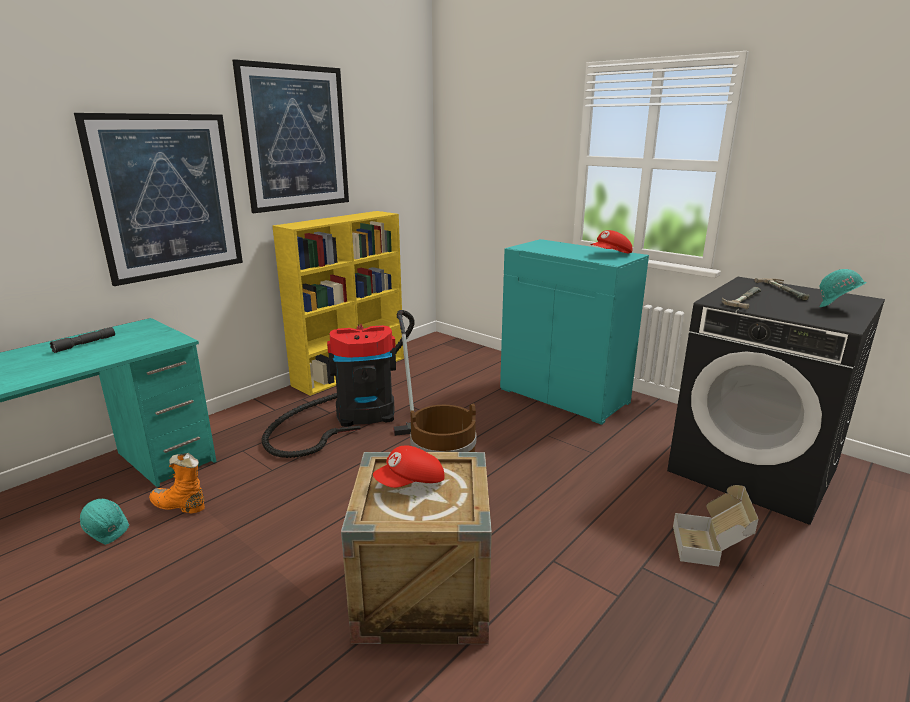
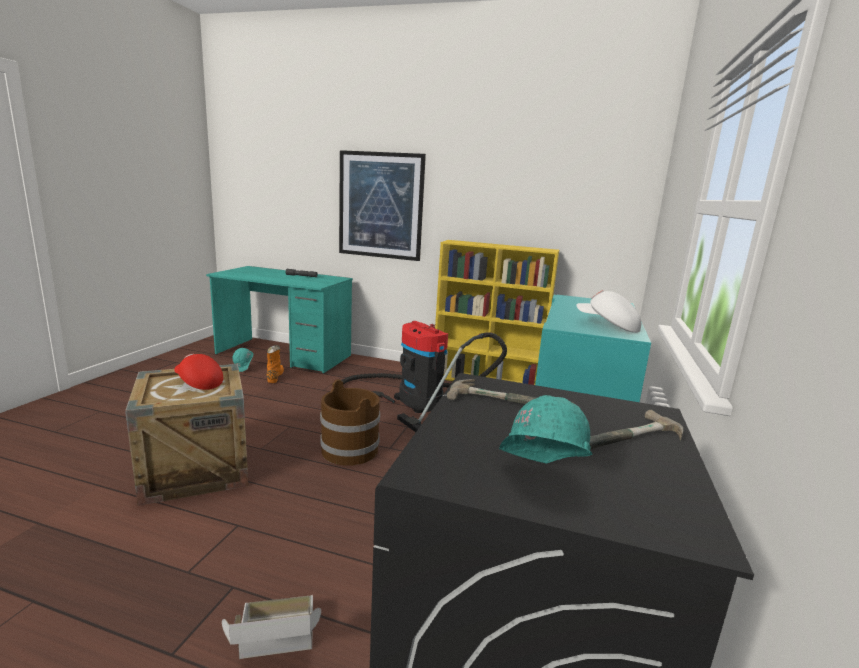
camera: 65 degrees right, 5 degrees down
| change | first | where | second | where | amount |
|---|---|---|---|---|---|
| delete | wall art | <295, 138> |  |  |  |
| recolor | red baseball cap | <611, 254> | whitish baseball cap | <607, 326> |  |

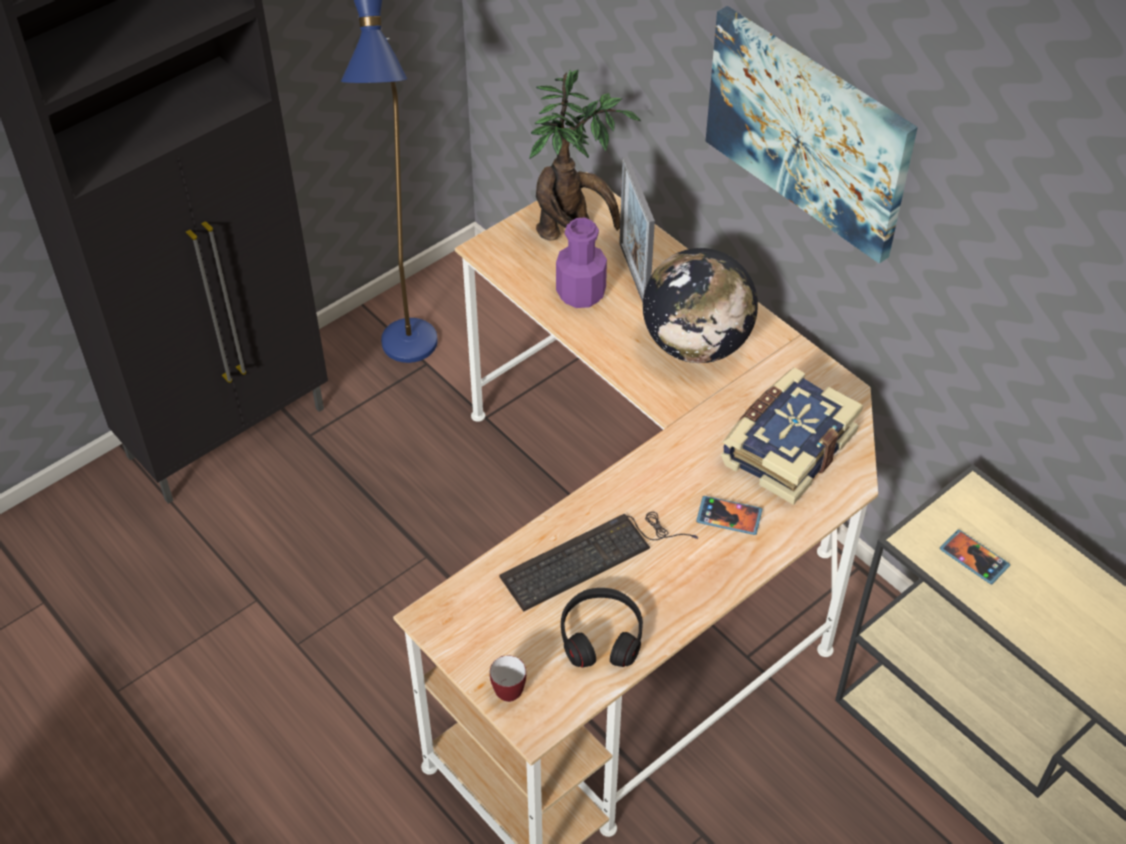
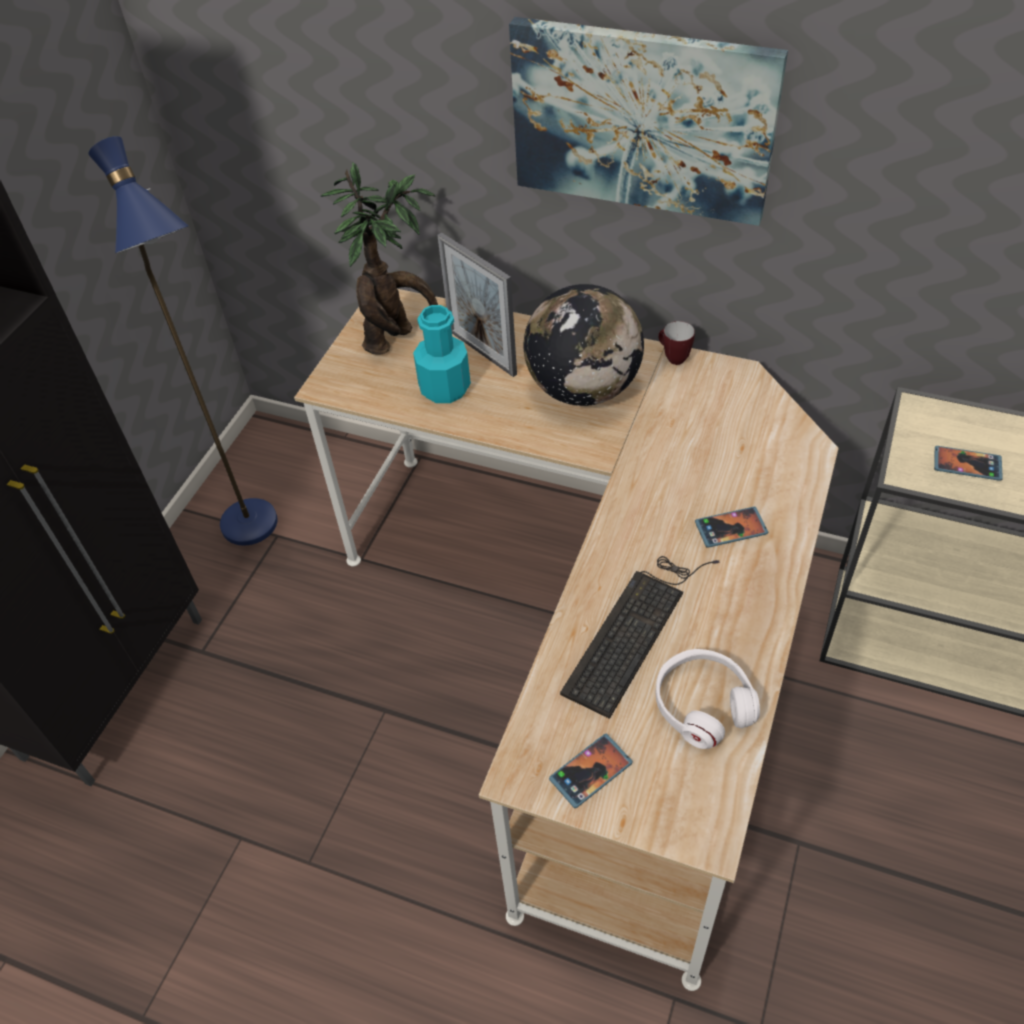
camera: 25 degrees left, 0 degrees up
| change | first | where | second | where | amount |
|---|---|---|---|---|---|
| move | tea mug | <507, 689> |  | <672, 358> |  |
| recolor | purplish beverage bottle | <581, 293> | blue-green beverage bottle | <445, 388> |  |
| recolor | black headphones | <601, 635> | whitish headphones | <702, 703> |  |
| delete | book | <786, 447> |  |  |  |
| insert |  |  | phone | <591, 772> |  |

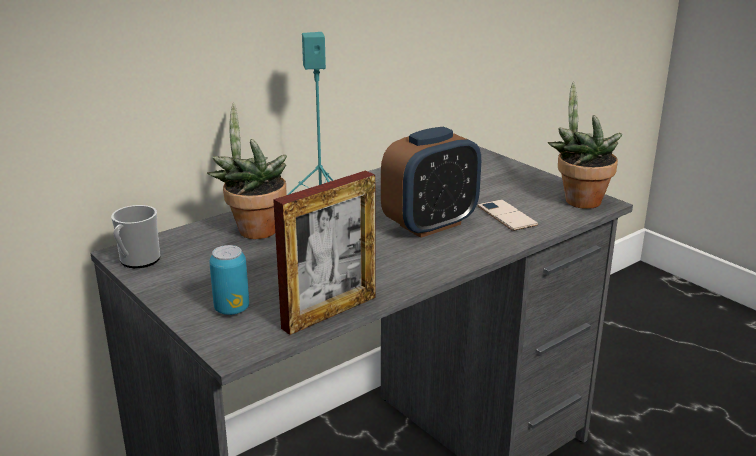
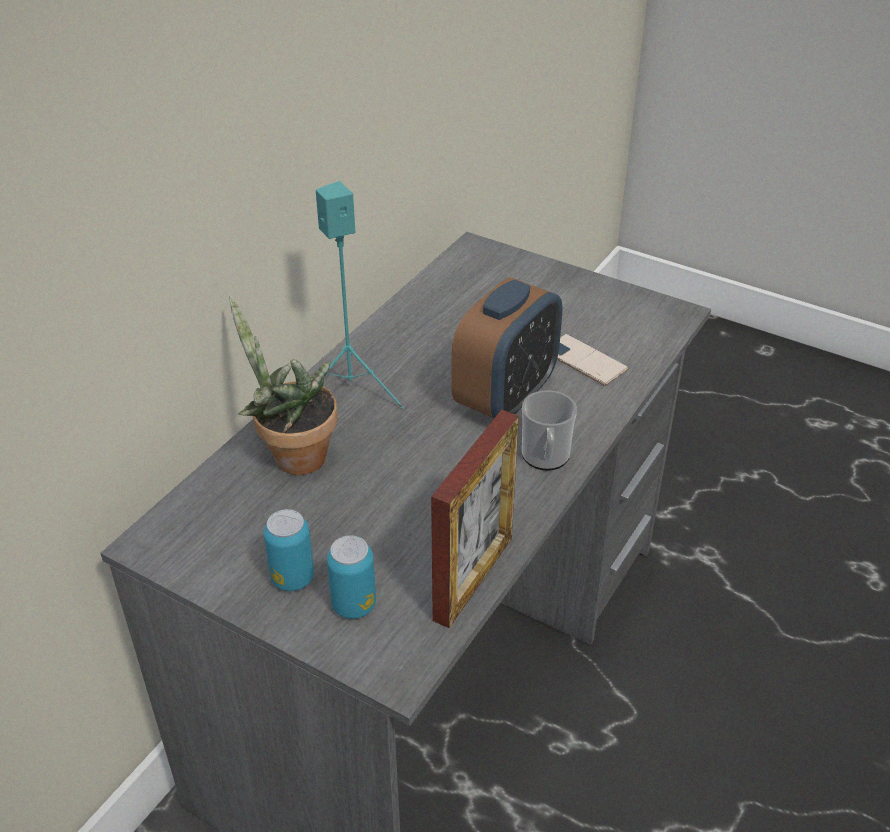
camera: 20 degrees left, 15 degrees up
| change | first | where | second | where | amount |
|---|---|---|---|---|---|
| move | tea mug | <137, 261> |  | <545, 458> |  |
| delete | potted plant | <578, 199> |  |  |  |
| insert |  |  | can | <292, 578> |  |

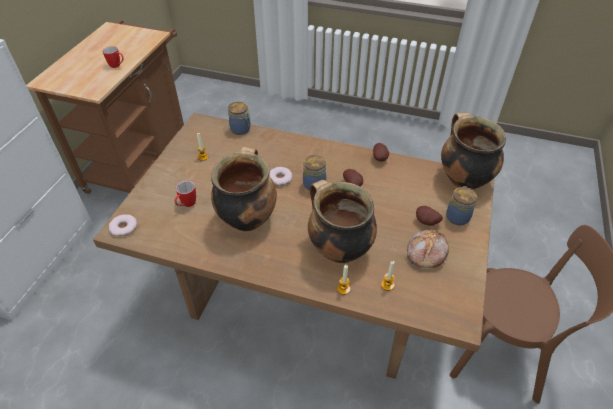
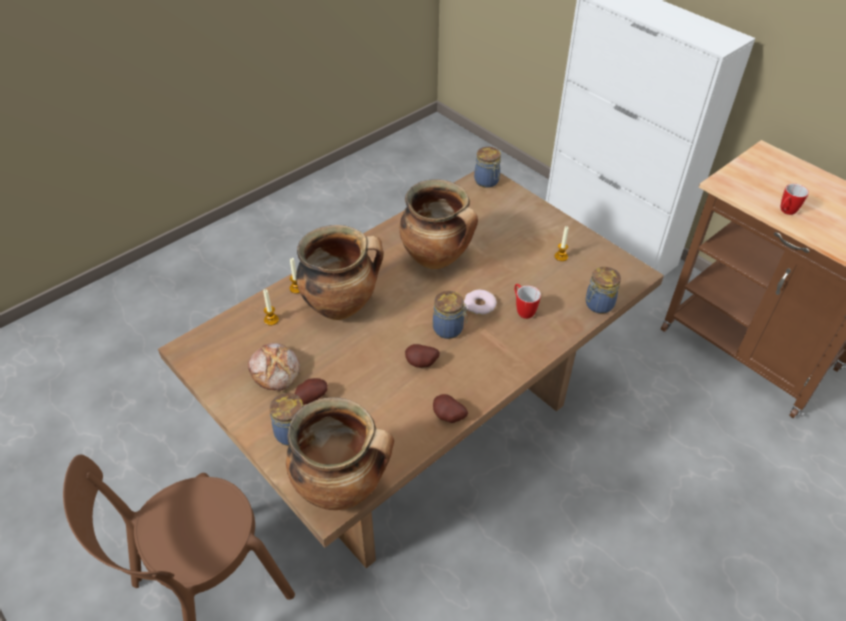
camera: 120 degrees right, 0 degrees up
| change | first | where | second | where | amount |
|---|---|---|---|---|---|
| replace | ring doughnut | <123, 227> | jar | <487, 181> |  |
| move | tea mug | <186, 205> |  | <522, 310> |  |

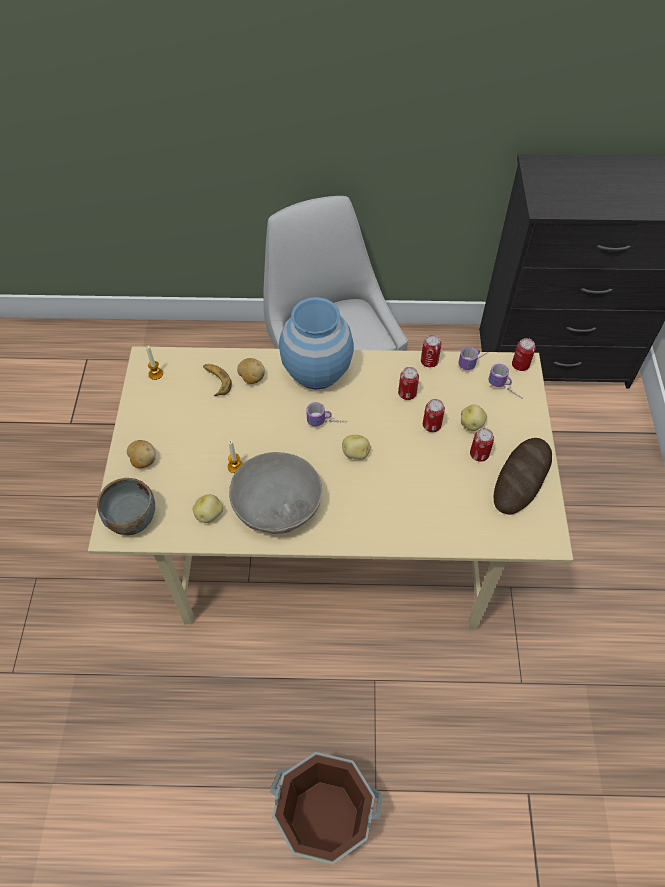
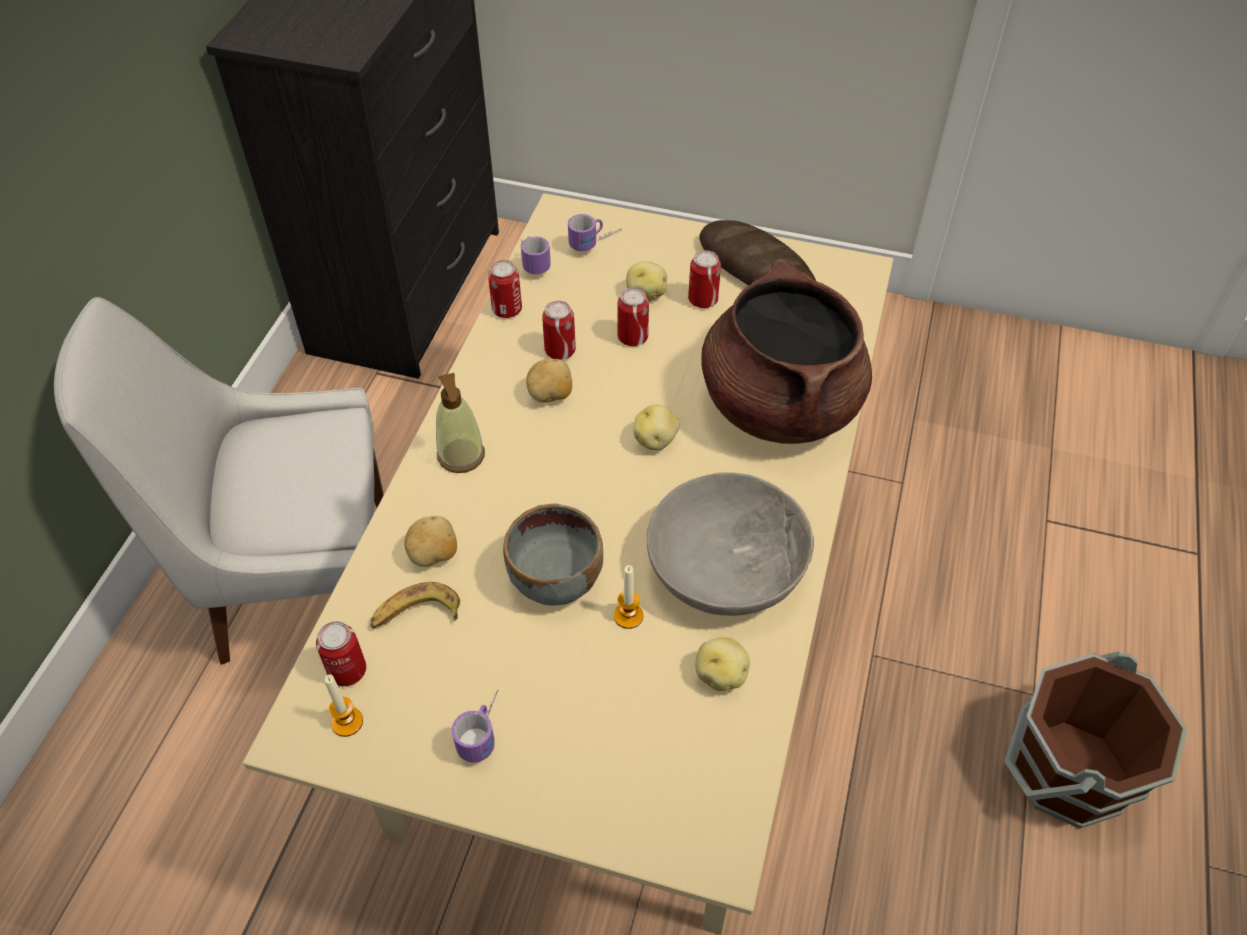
camera: 75 degrees left, 5 degrees down
| change | first | where | second | where | amount |
|---|---|---|---|---|---|
| move | grey serving bowl | <131, 518> |  | <555, 580> |  |
| move | spud | <143, 461> |  | <550, 395> |  |
| replace | blue-coloured decorative vase | <316, 371> | soap bottle | <461, 456> |  |
| move | tea mug | <327, 423> |  | <484, 729> |  |
| move | can | <520, 365> |  | <347, 671> |  |
| insert |  |  | brown-coloured saucepot | <779, 404> |  |

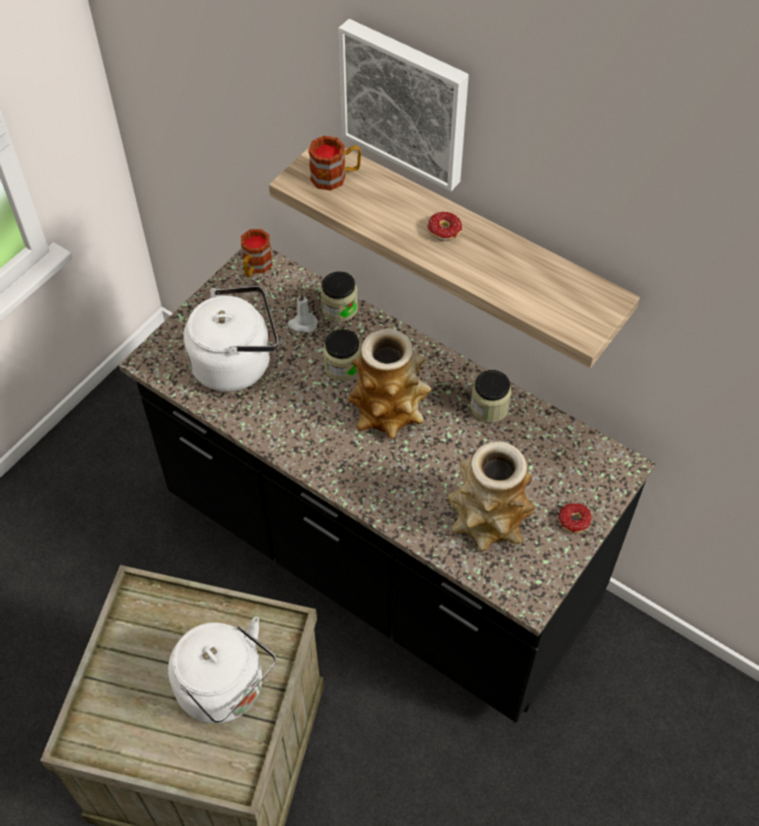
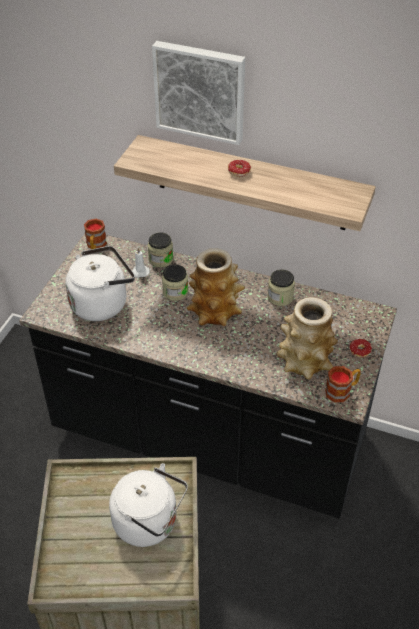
camera: 15 degrees left, 10 degrees down
| change | first | where | second | where | amount |
|---|---|---|---|---|---|
| move | tea mug | <336, 176> |  | <342, 391> |  |

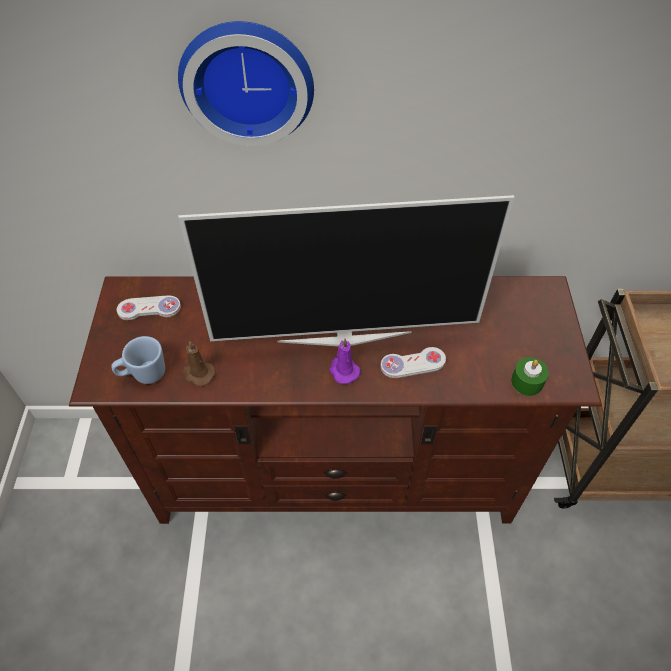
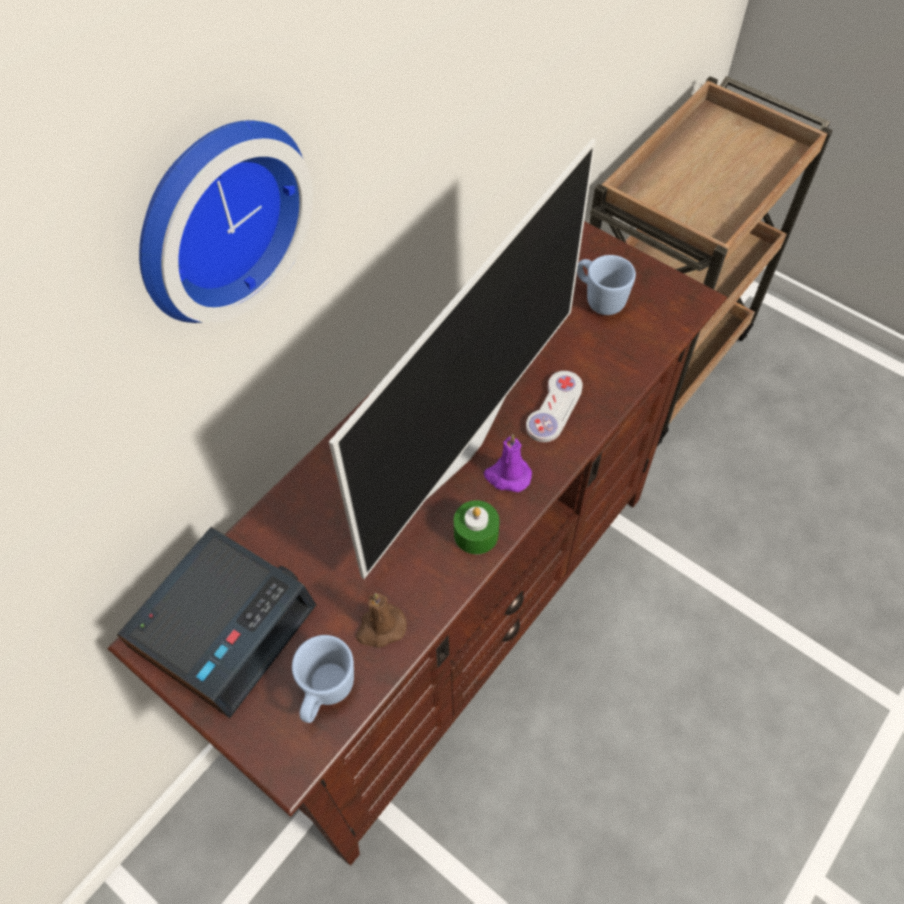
camera: 50 degrees left, 5 degrees up
| change | first | where | second | where | amount |
|---|---|---|---|---|---|
| replace | whitish game controller | <149, 309> | bedside clock | <223, 624> |  |
| move | greenish candle | <527, 382> |  | <476, 534> |  |
| insert |  |  | blue-coloured tea mug | <599, 299> |  |

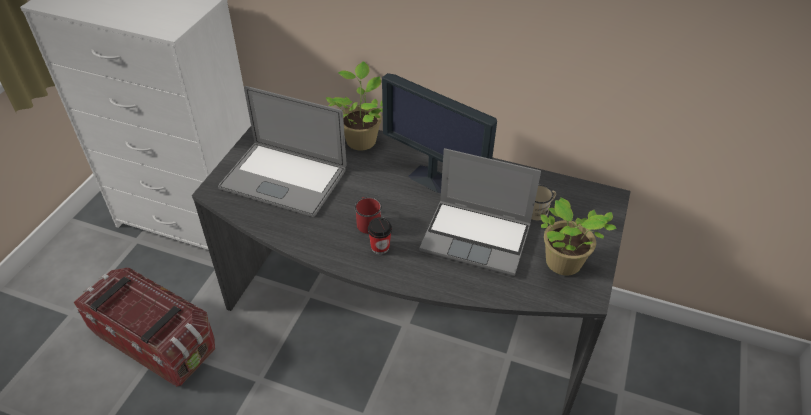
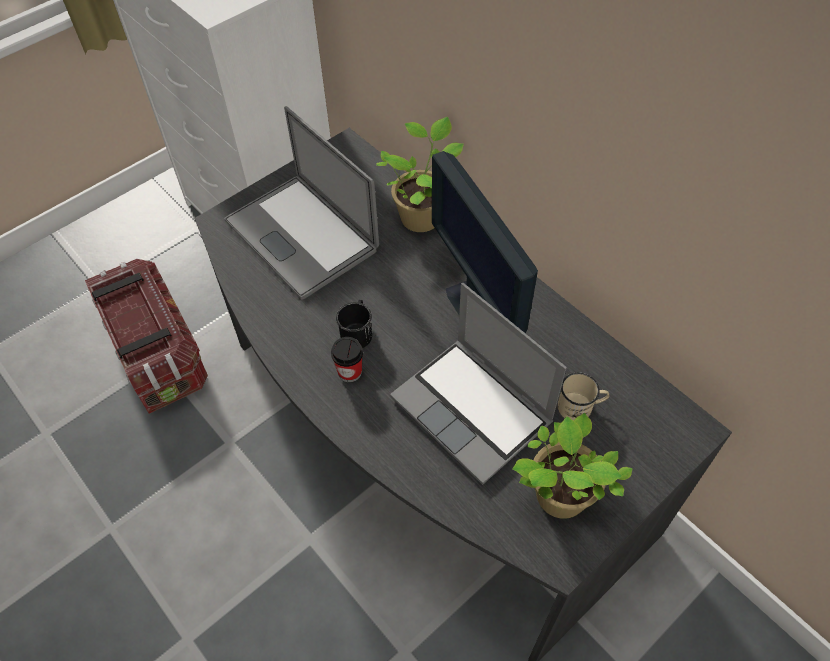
camera: 30 degrees right, 10 degrees up
| change | first | where | second | where | amount |
|---|---|---|---|---|---|
| recolor | red tea mug | <367, 222> | black tea mug | <357, 332> |  |

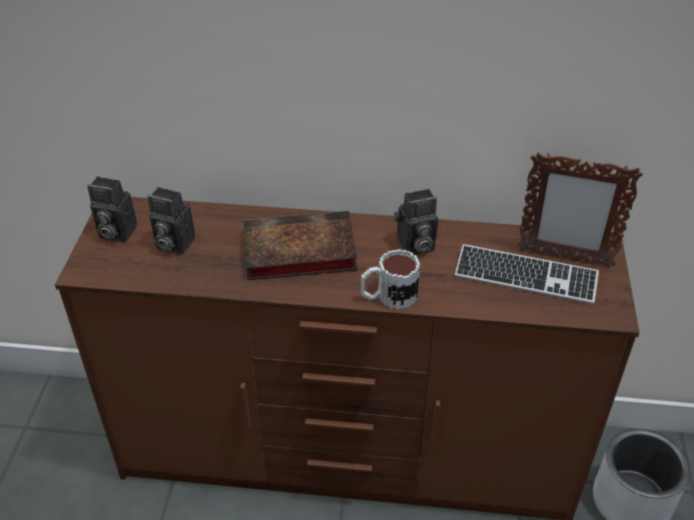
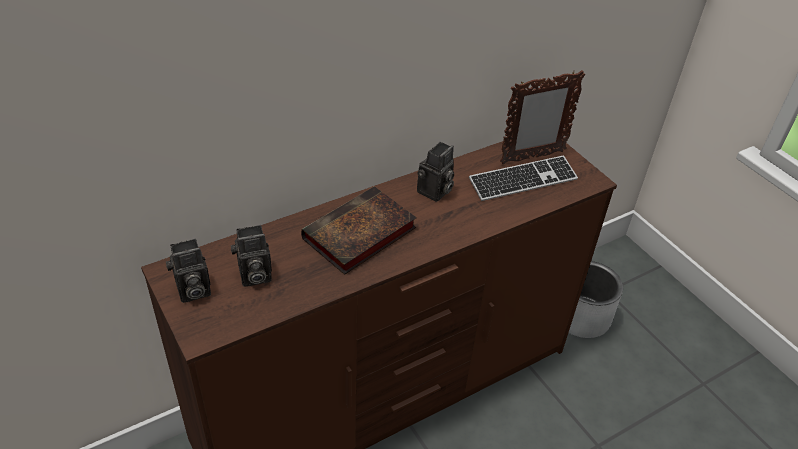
camera: 40 degrees left, 0 degrees up
| change | first | where | second | where | amount |
|---|---|---|---|---|---|
| delete | tea mug | <388, 296> |  |  |  |

